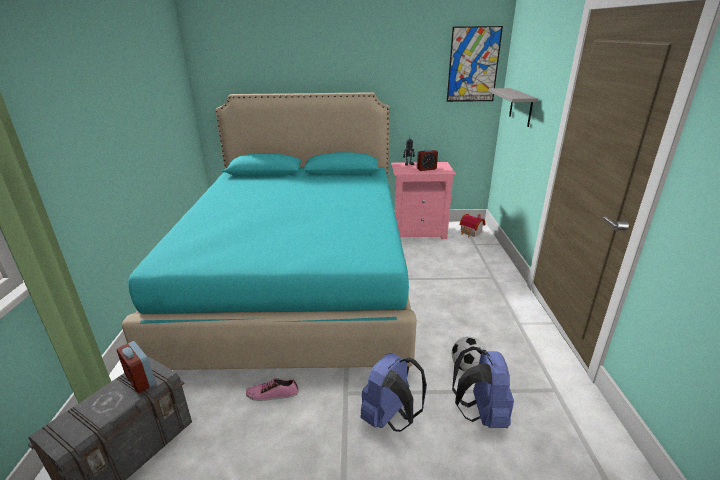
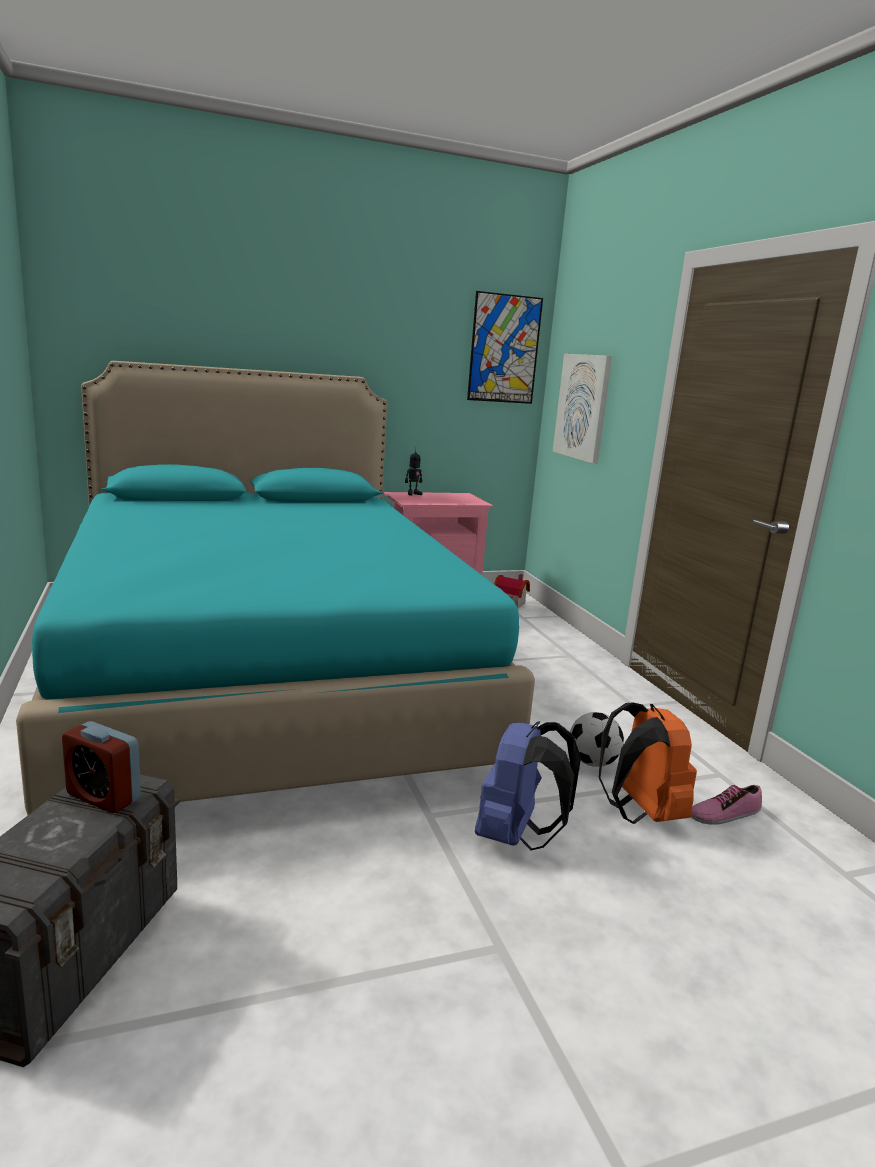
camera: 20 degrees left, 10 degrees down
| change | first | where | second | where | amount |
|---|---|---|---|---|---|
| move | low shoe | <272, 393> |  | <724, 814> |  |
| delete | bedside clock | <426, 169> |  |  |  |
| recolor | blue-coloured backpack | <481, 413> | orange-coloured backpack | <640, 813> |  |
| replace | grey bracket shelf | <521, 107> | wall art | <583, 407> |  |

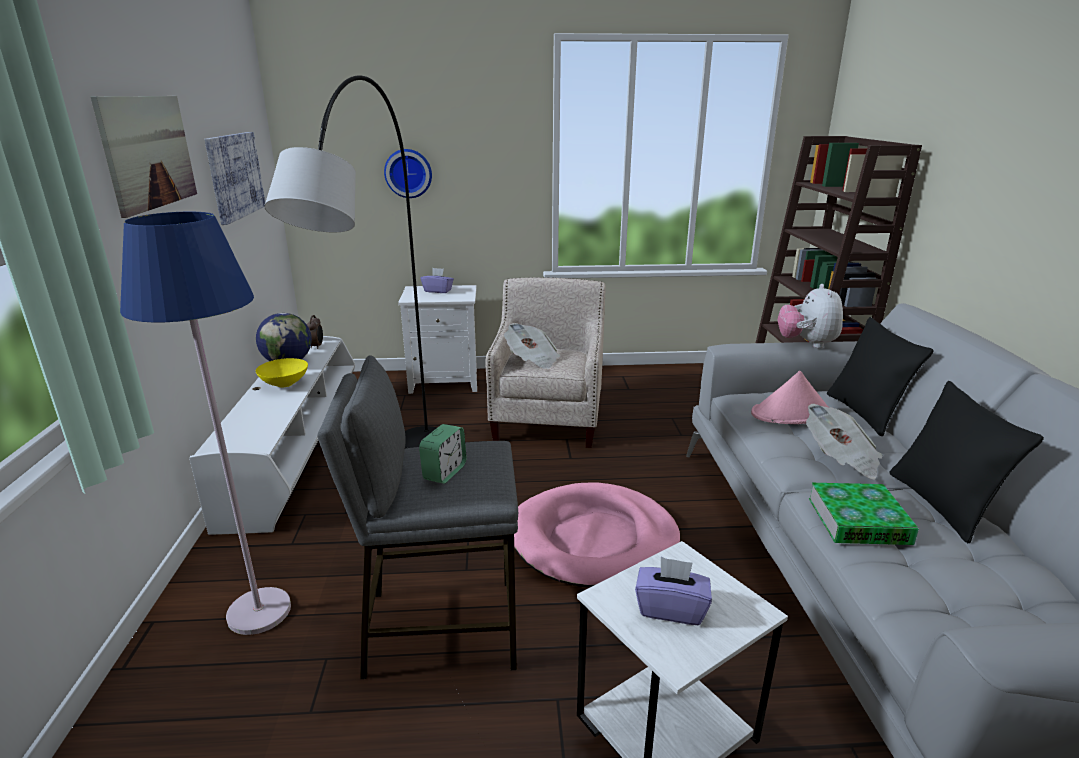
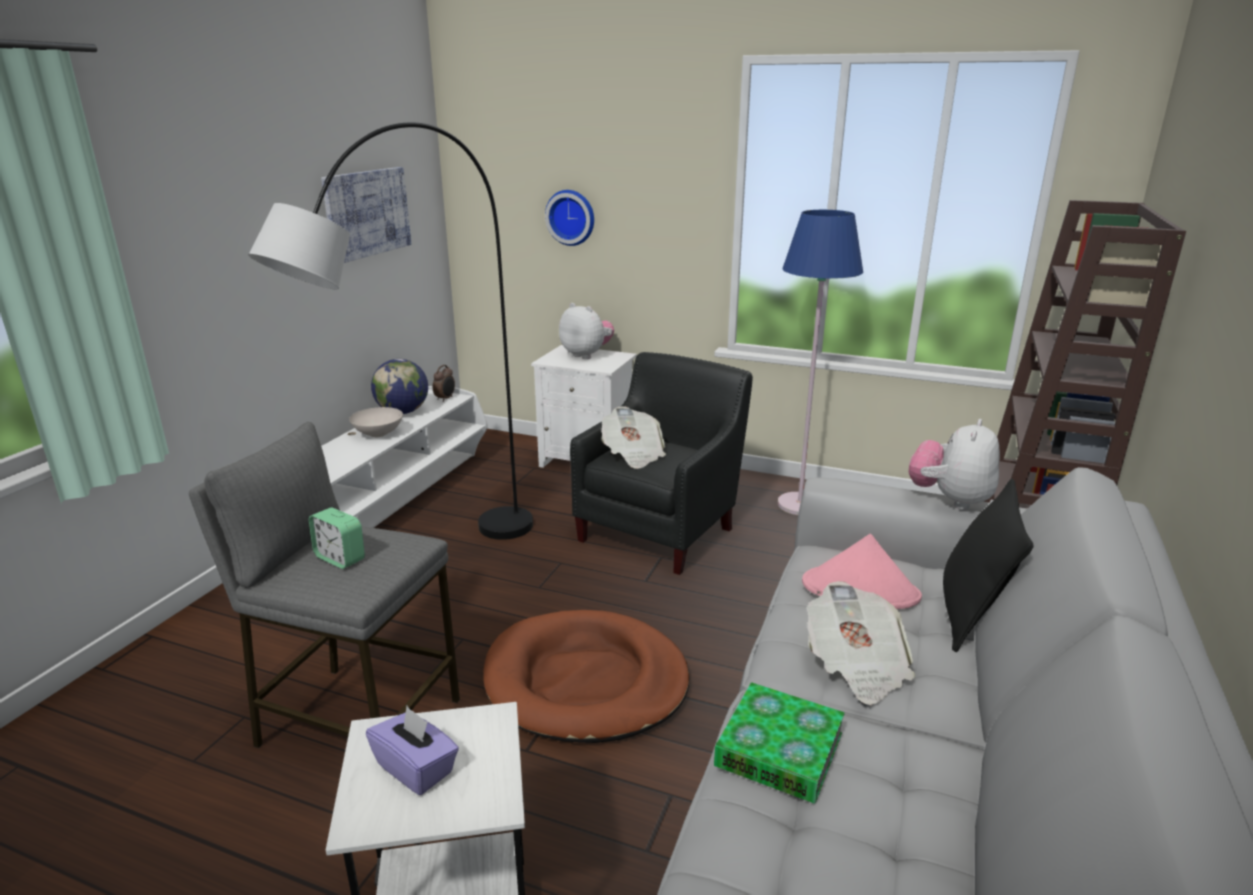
camera: 25 degrees right, 0 degrees up
| change | first | where | second | where | amount |
|---|---|---|---|---|---|
| delete | wall art | <148, 152> |  |  |  |
| move | blue-coloured standing lamp | <259, 611> |  | <799, 505> |  |
| recolor | yellow-coloured serving bowl | <285, 384> | whitish serving bowl | <378, 434> |  |
| rotate | bedside clock | <444, 472> |  | <340, 558> | 75 degrees clockwise |
| replace | purplish tissue box | <438, 291> | cuddly toy | <587, 355> |  |
| recolor | beige lounge chair | <549, 420> | black lounge chair | <661, 530> |  |
| recolor | pink dog cushion | <593, 539> | brown-coloured dog cushion | <586, 681> |  |
| delete | black cushion | <941, 505> |  |  |  |

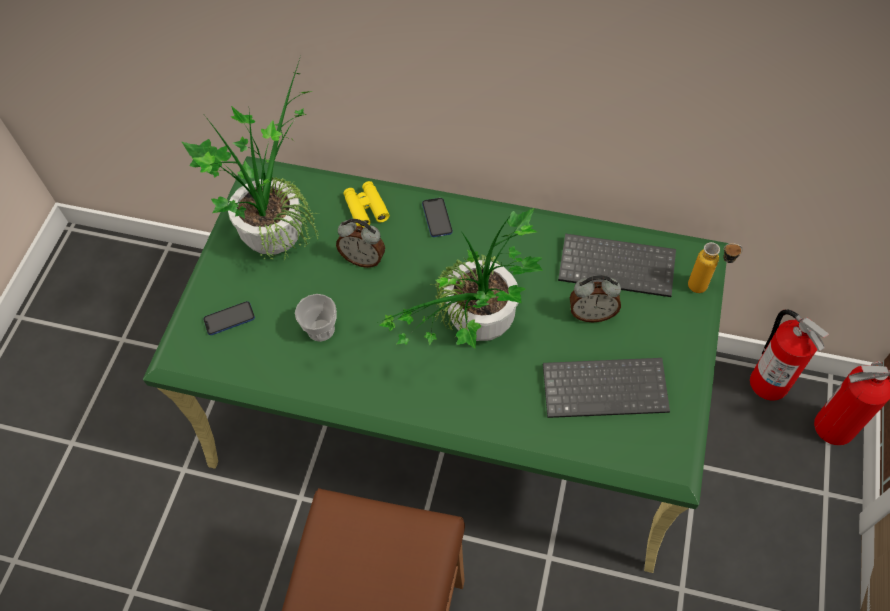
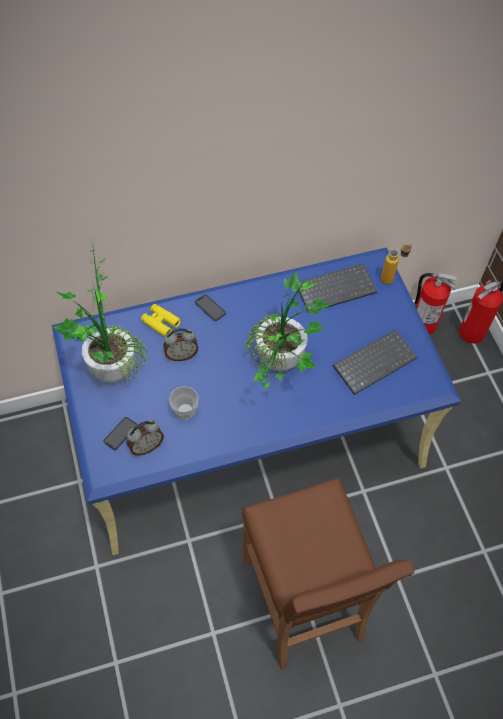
camera: 35 degrees left, 0 degrees up
| change | first | where | second | where | amount |
|---|---|---|---|---|---|
| recolor | greenish desk | <453, 409> | blue-coloured desk | <250, 433> |  |
| move | bedside clock | <592, 313> |  | <146, 446> |  |

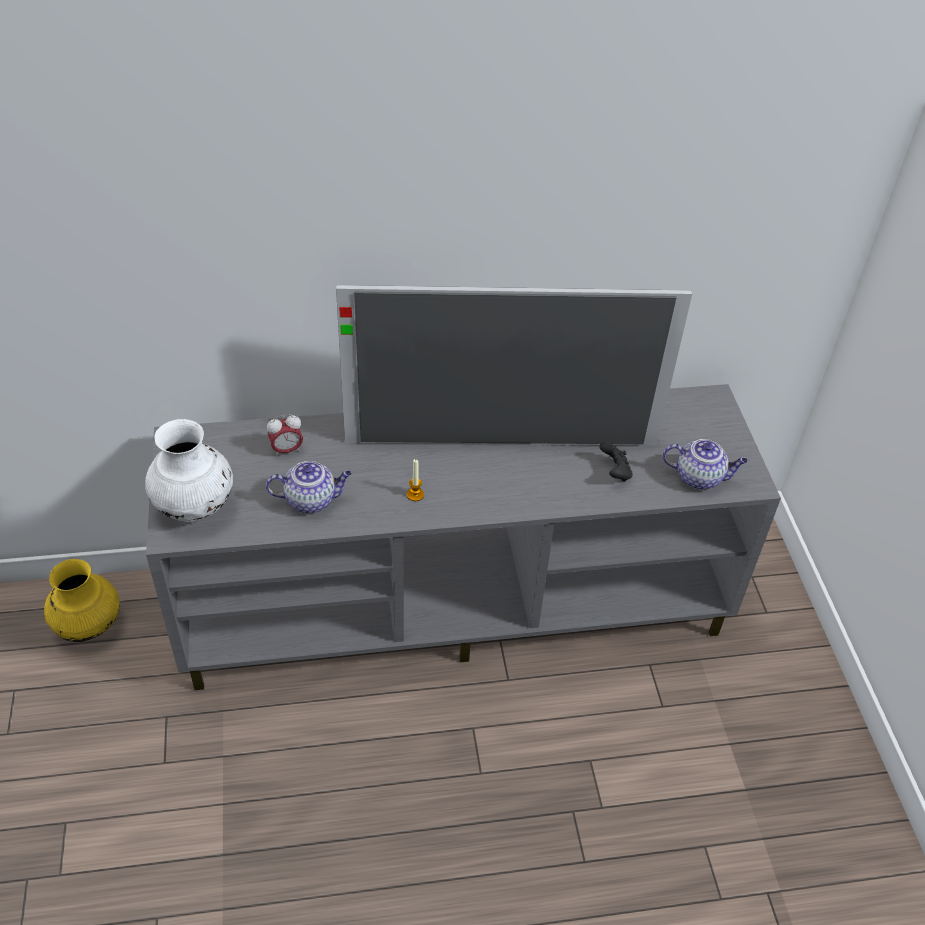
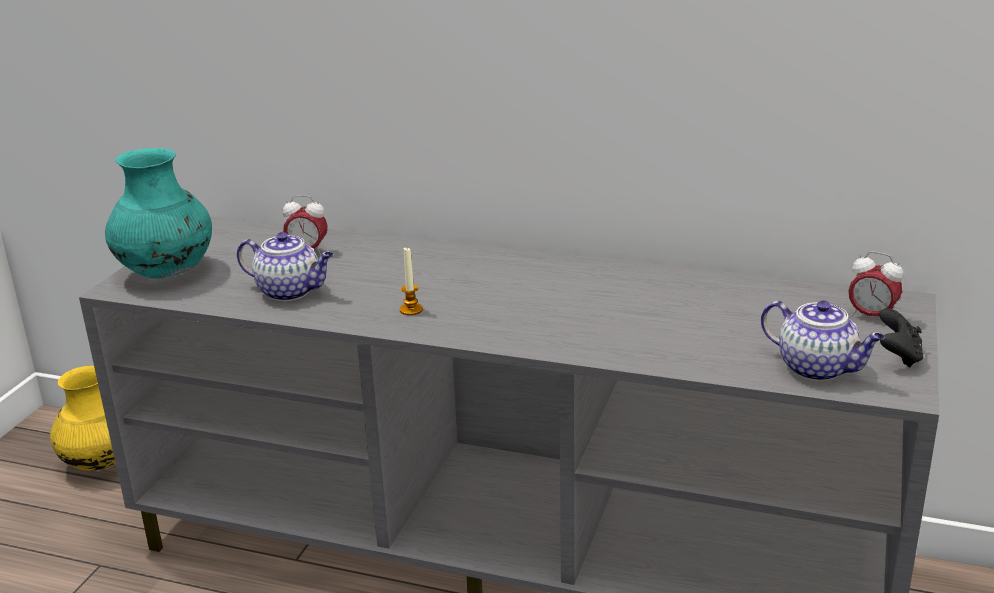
camera: 30 degrees right, 20 degrees down
| change | first | where | second | where | amount |
|---|---|---|---|---|---|
| recolor | whitish decorative vase | <195, 507> | blue-green decorative vase | <167, 273> |  |
| delete | television | <501, 442> |  |  |  |
| move | black game controller | <615, 472> |  | <898, 356> |  |
| insert |  |  | bedside clock | <871, 316> |  |

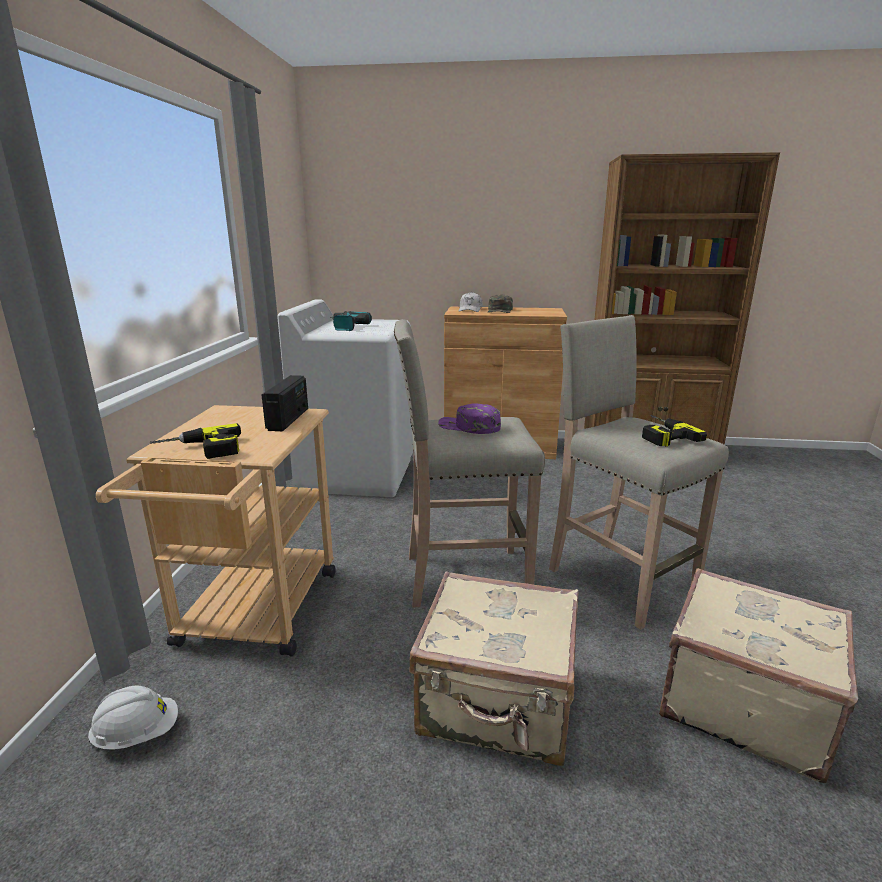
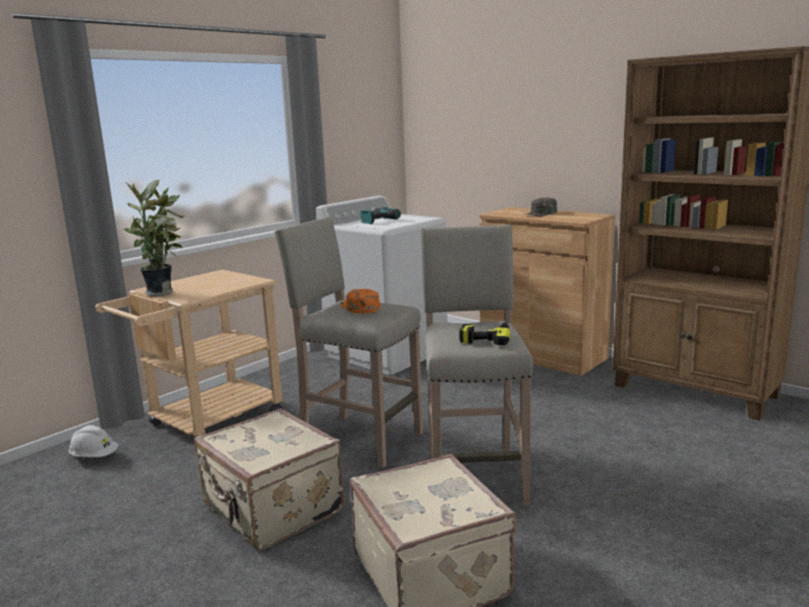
camera: 35 degrees right, 5 degrees down
| change | first | where | second | where | amount |
|---|---|---|---|---|---|
| replace | drill | <199, 450> | potted plant | <162, 292> |  |
| delete | radio receiver | <288, 419> |  |  |  |
| recolor | purplish baseball cap | <469, 427> | orange-coloured baseball cap | <359, 307> |  |
| delete | whitish baseball cap | <470, 310> |  |  |  |

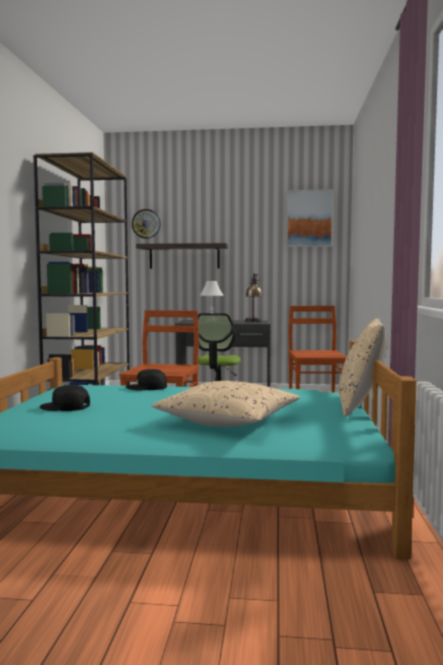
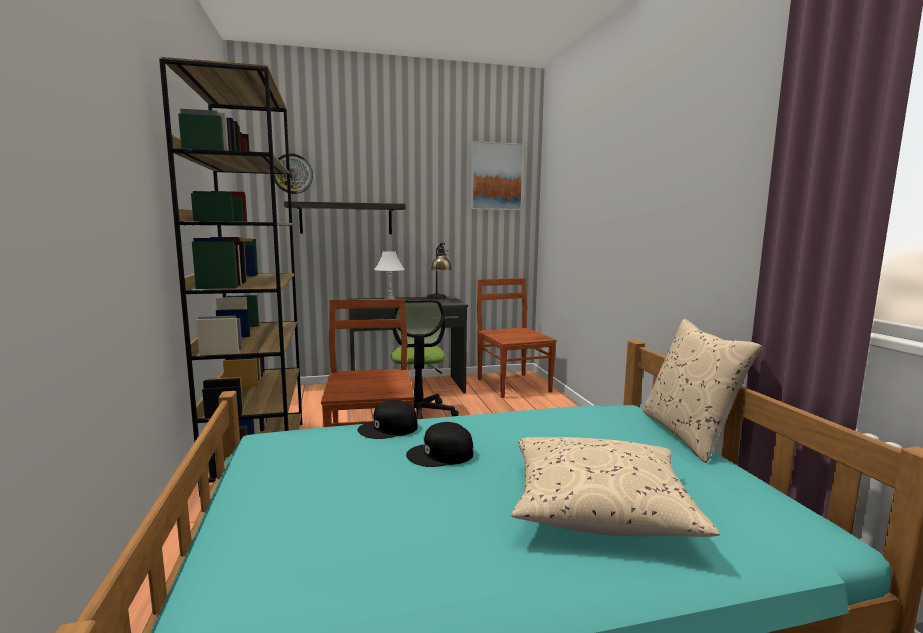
camera: 20 degrees left, 5 degrees up
| change | first | where | second | where | amount |
|---|---|---|---|---|---|
| move | black baseball cap | <65, 406> |  | <441, 454> |  |

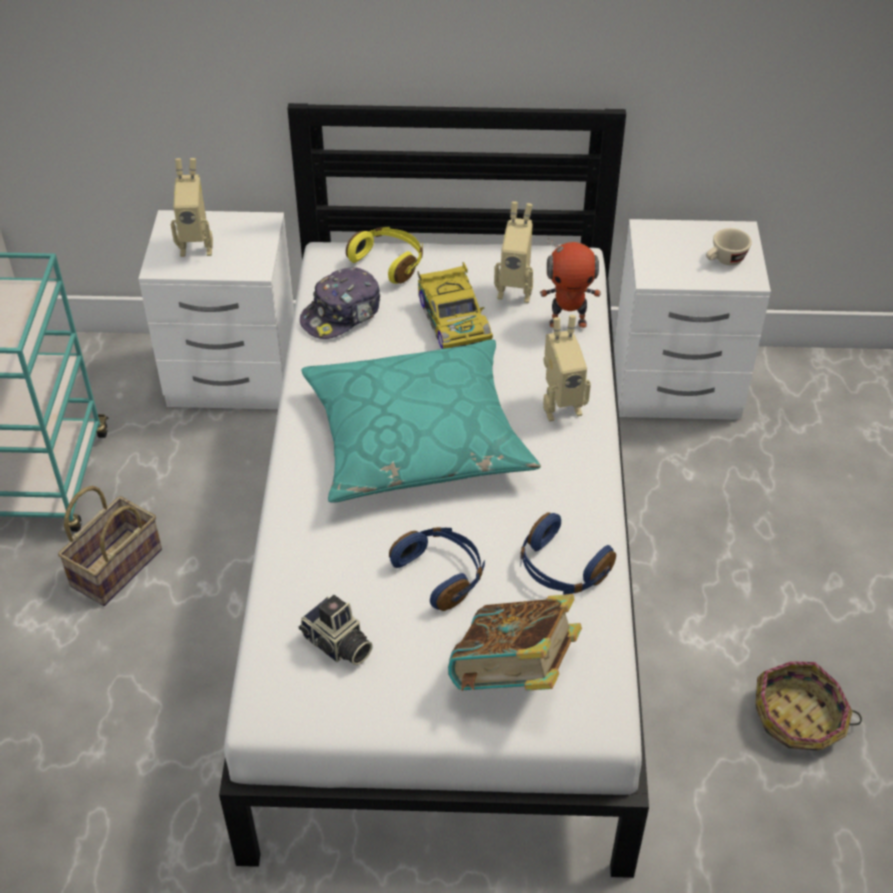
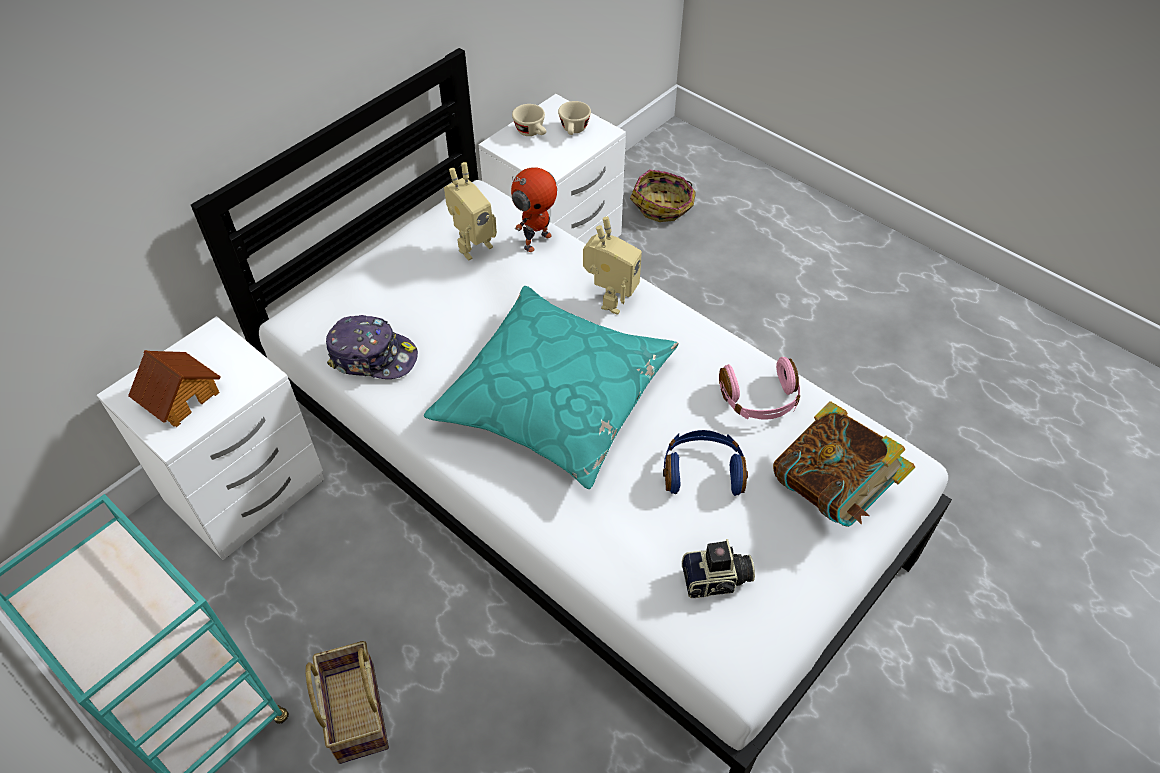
camera: 50 degrees left, 5 degrees up
| change | first | where | second | where | amount |
|---|---|---|---|---|---|
| replace | model robot | <197, 246> | toy house | <180, 396> |  |
| rotate | baseball cap | <342, 314> |  | <373, 356> | 75 degrees counterclockwise |
| delete | yellow-coloured headphones | <389, 262> |  |  |  |
| delete | miniature car | <454, 319> |  |  |  |
| recolor | blue-coloured headphones | <561, 569> | pink headphones | <760, 400> |  |
| move | household basket | <799, 719> |  | <663, 205> |  |
| insert |  |  | beige cup | <532, 133> |  |

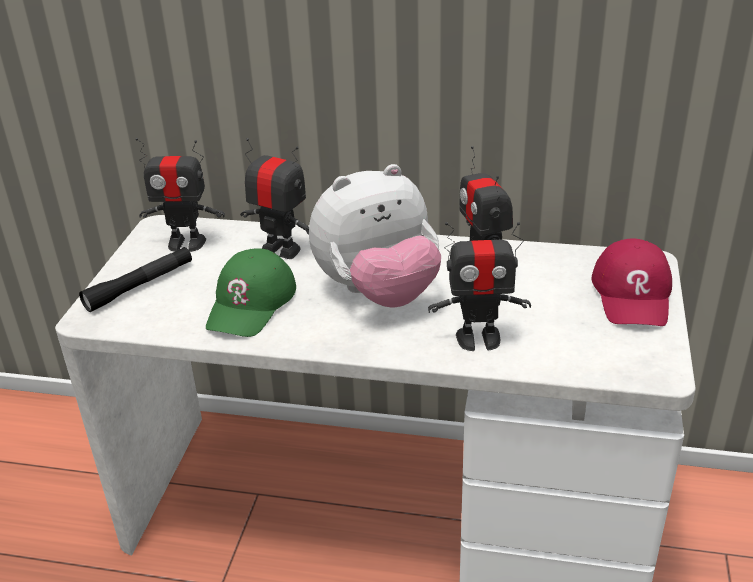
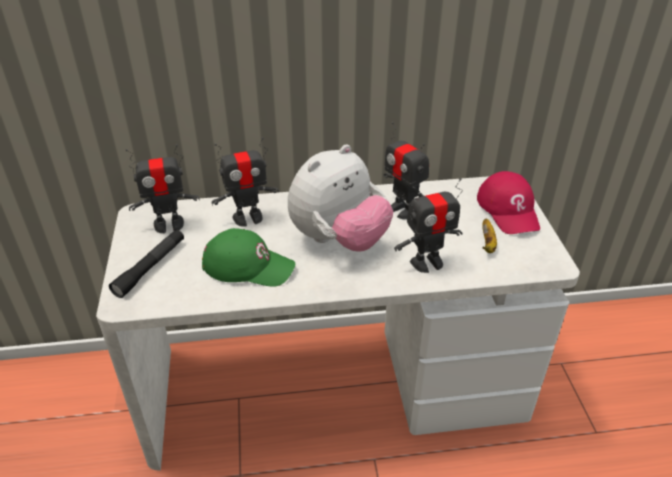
camera: 20 degrees left, 5 degrees up
| change | first | where | second | where | amount |
|---|---|---|---|---|---|
| rotate | greenish baseball cap | <251, 303> |  | <248, 265> | 75 degrees counterclockwise |
| rotate | model robot | <281, 250> |  | <248, 218> | 150 degrees clockwise |
| insert |  |  | banana | <488, 244> |  |

